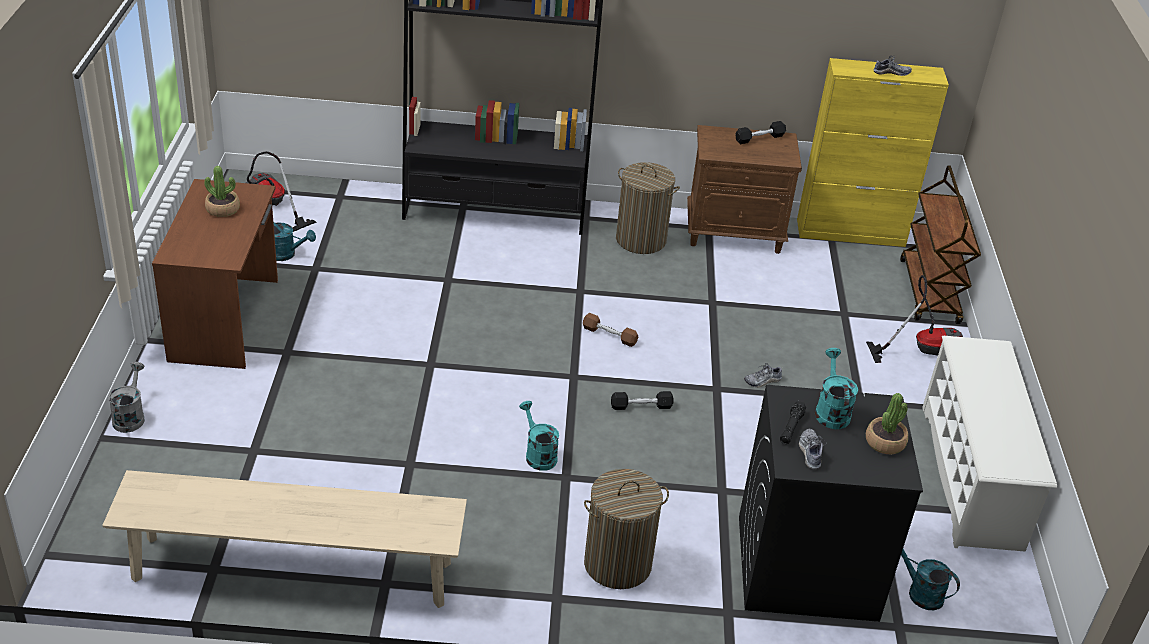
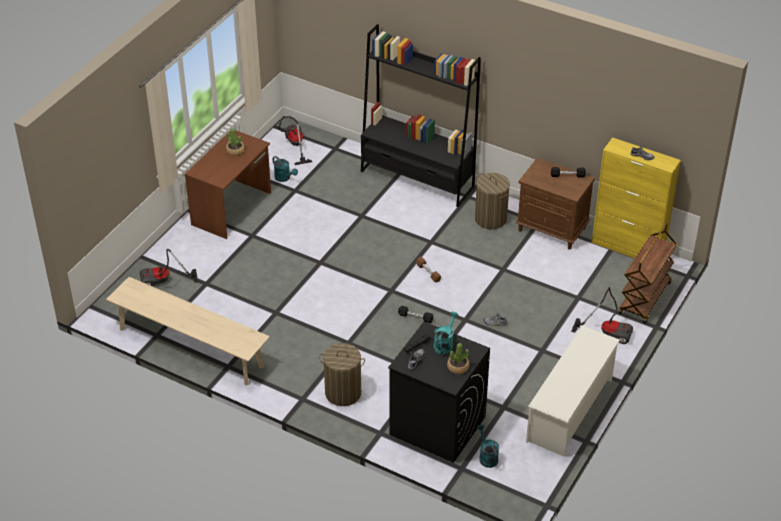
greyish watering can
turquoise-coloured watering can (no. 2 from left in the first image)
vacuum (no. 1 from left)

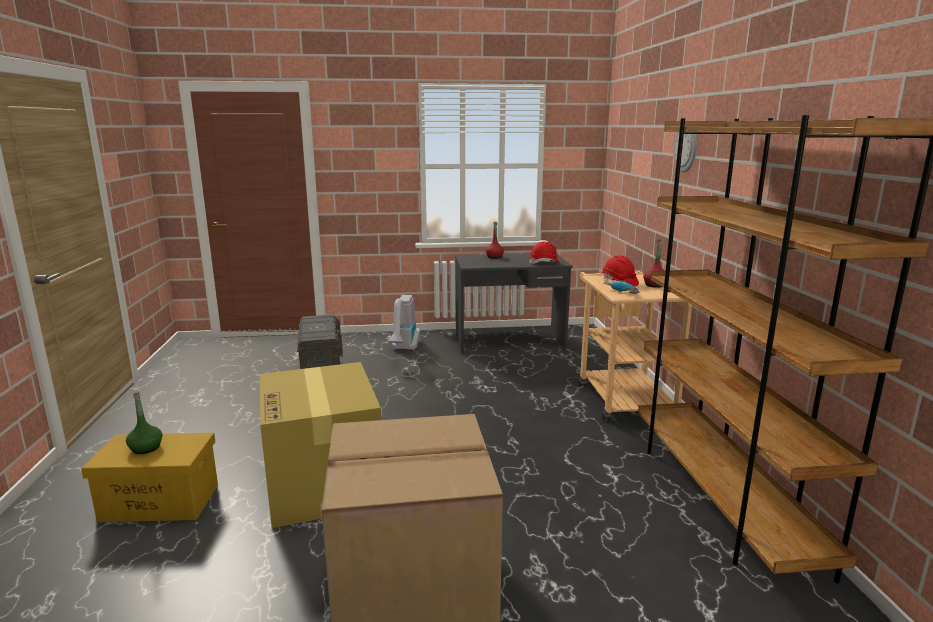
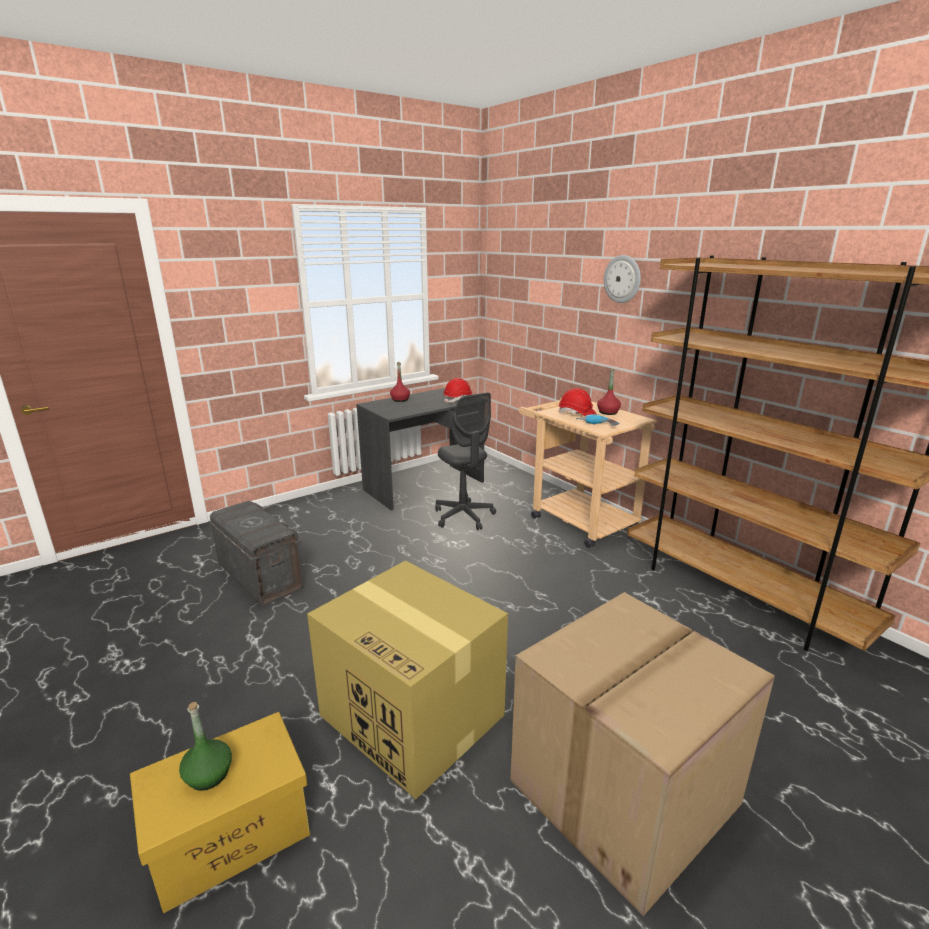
vacuum
greyish desk chair

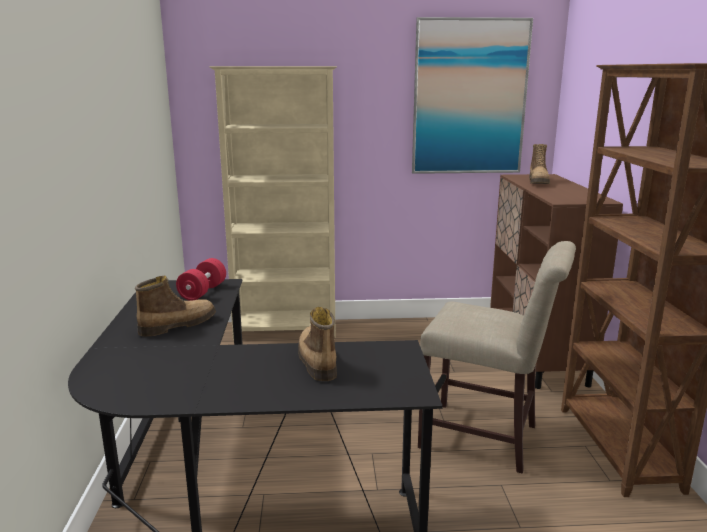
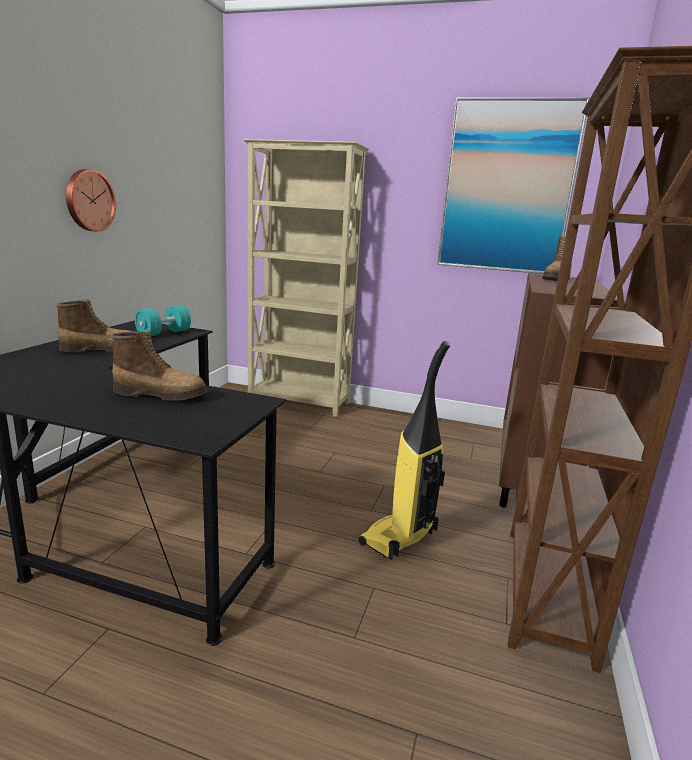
vacuum
turquoise-coloured free weight
tall boot (no. 2 from left)
hanging clock

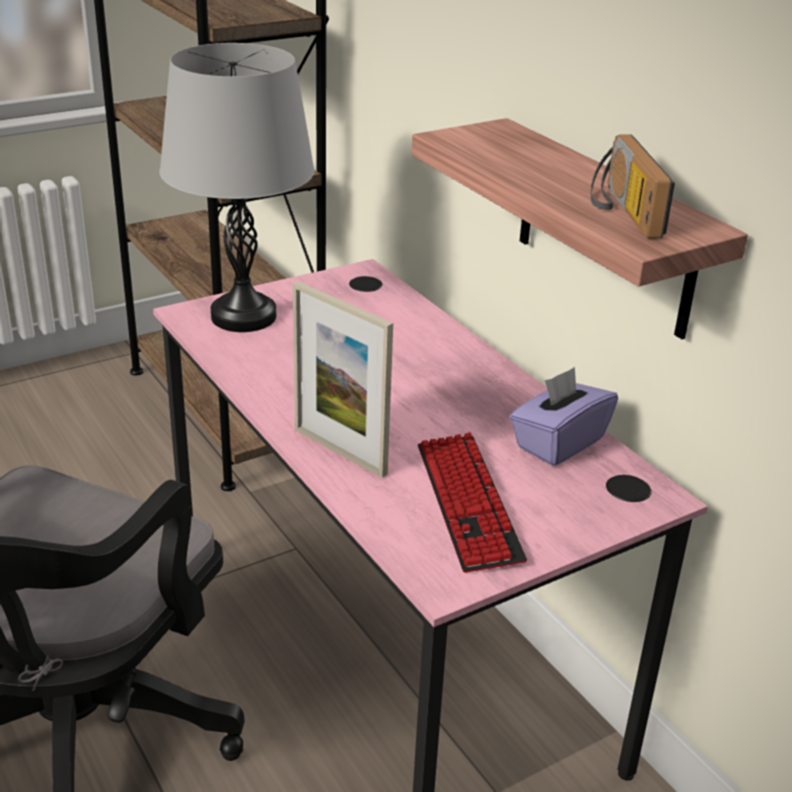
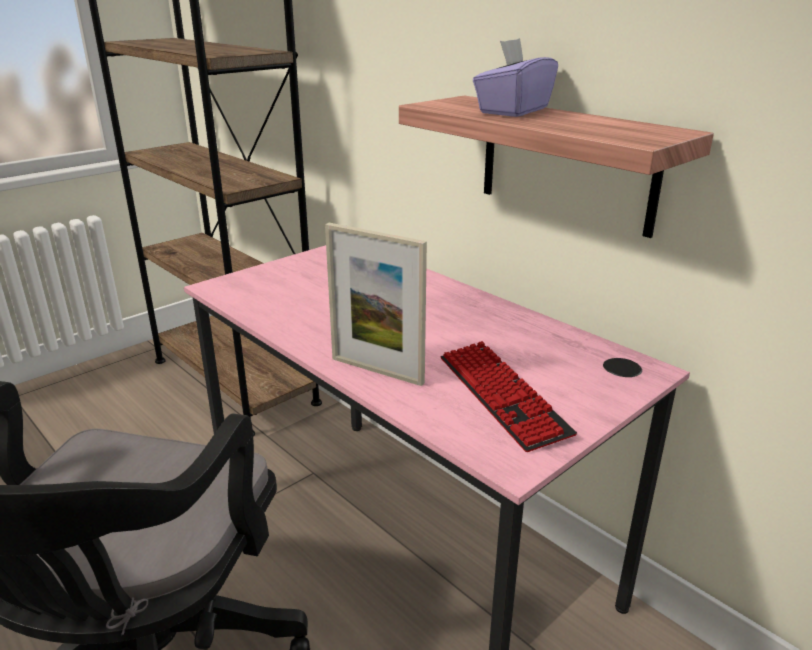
greyish tabletop lamp
radio receiver
purple-coloured box of tissues

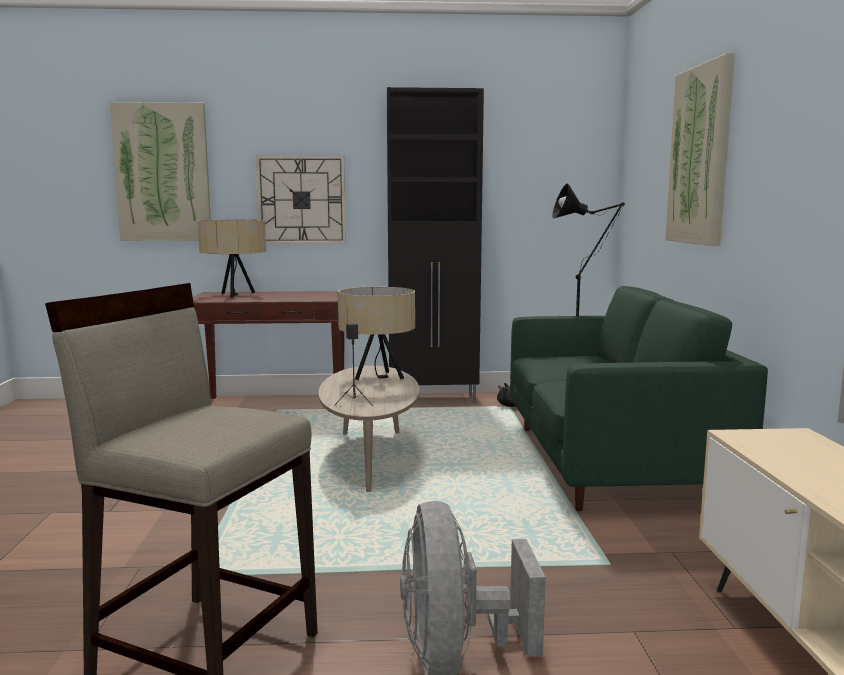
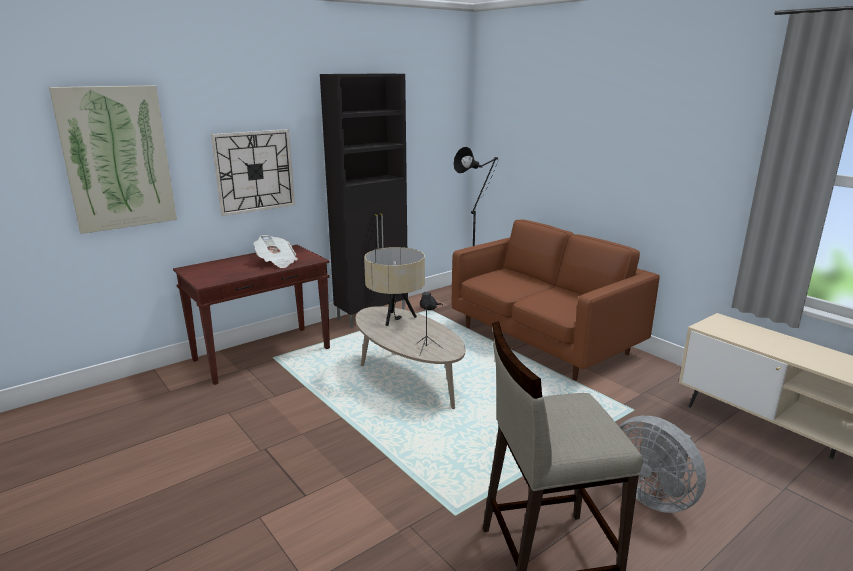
wall picture (no. 2 from left in the first image)
beige tabletop lamp (no. 1 from left in the first image)
brown-coloured couch
printed paper

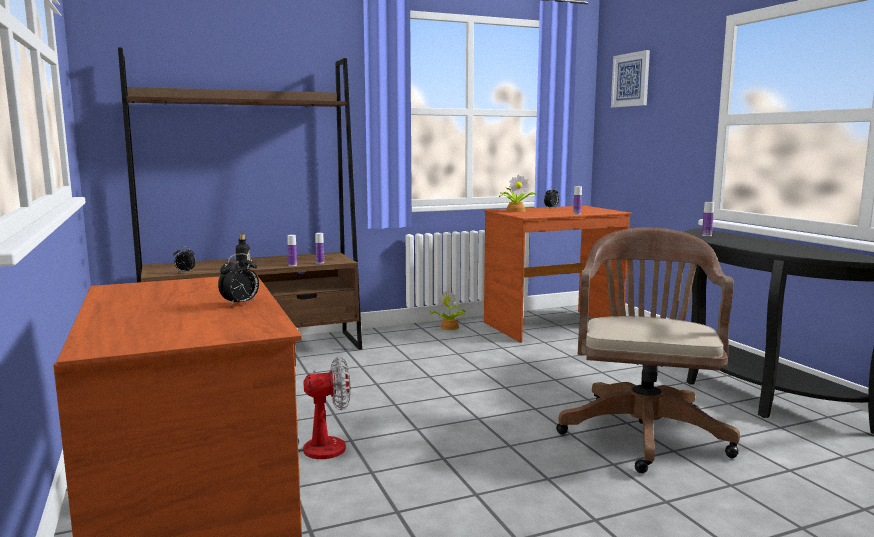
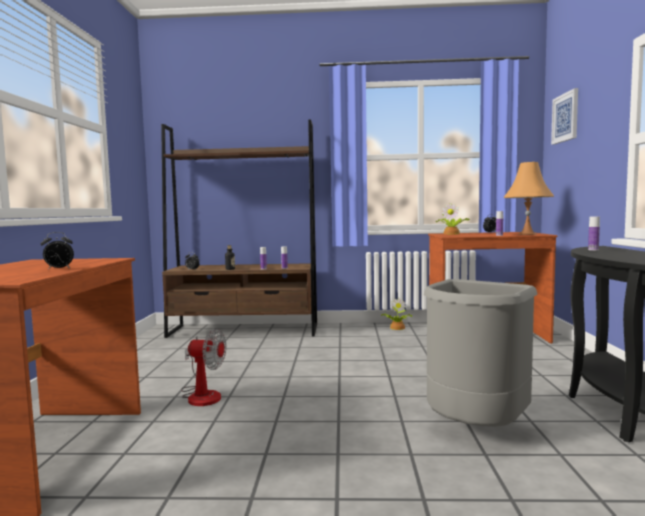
greyish rubbish bin
orangey tabletop lamp

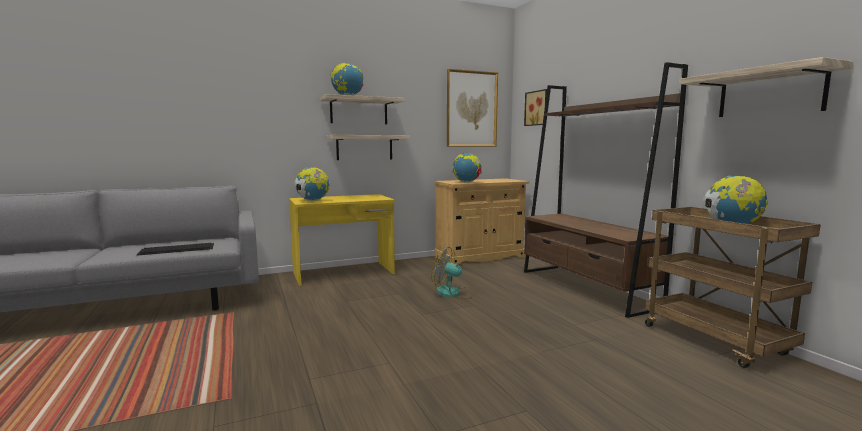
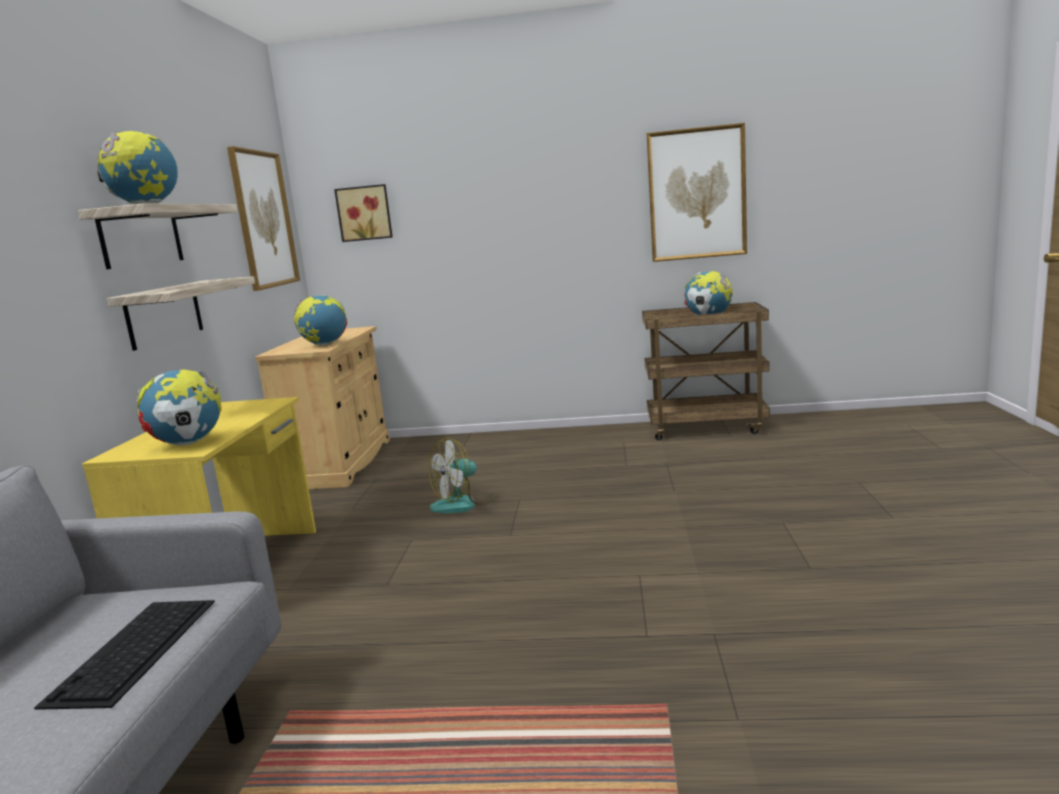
wall picture (no. 3 from left)
brown-coloured bookcase

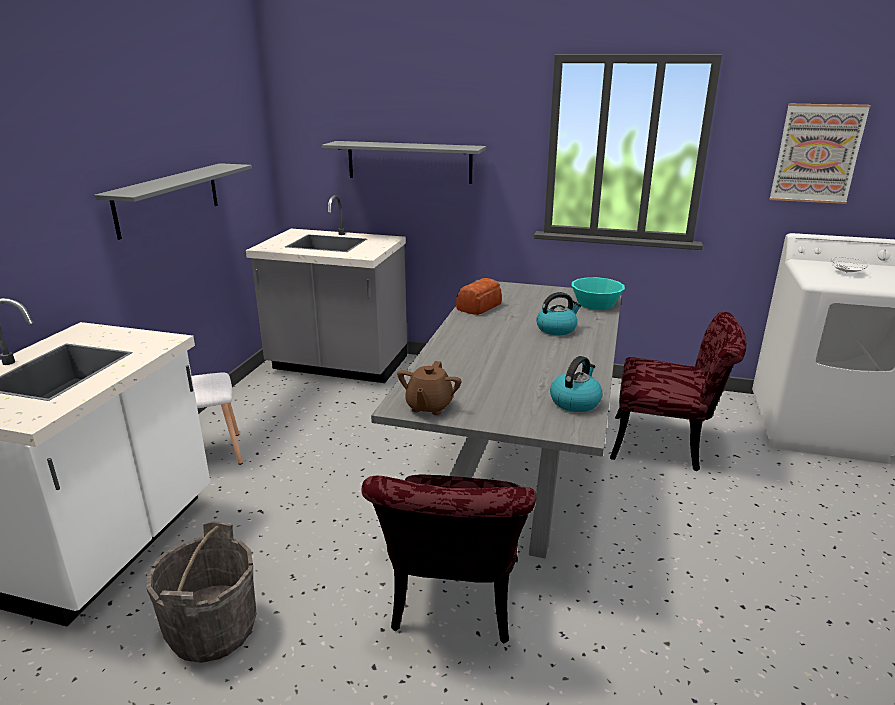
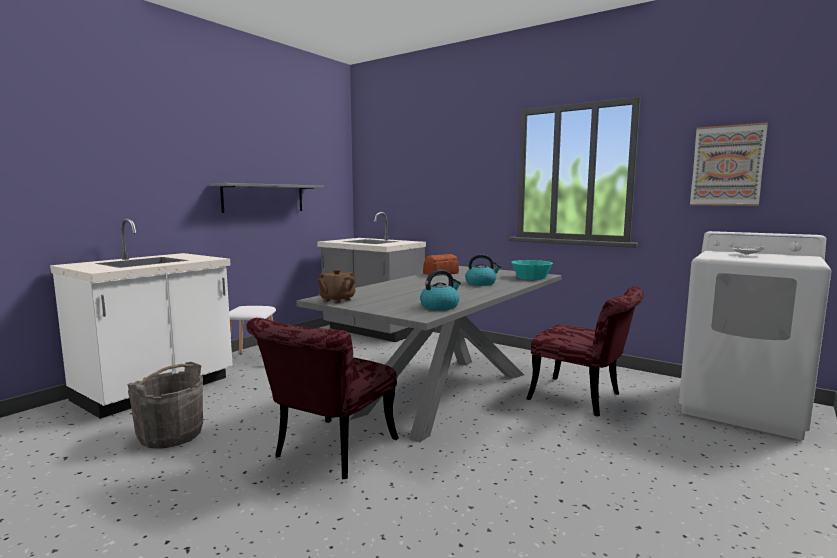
greyish wall shelf (no. 2 from left in the first image)

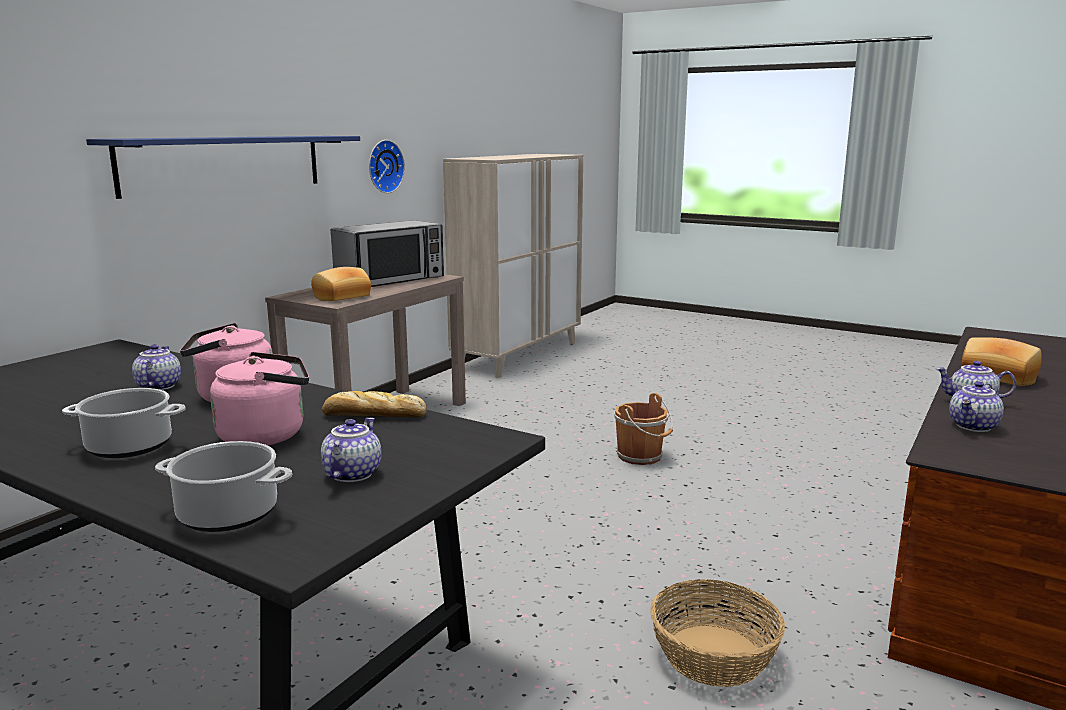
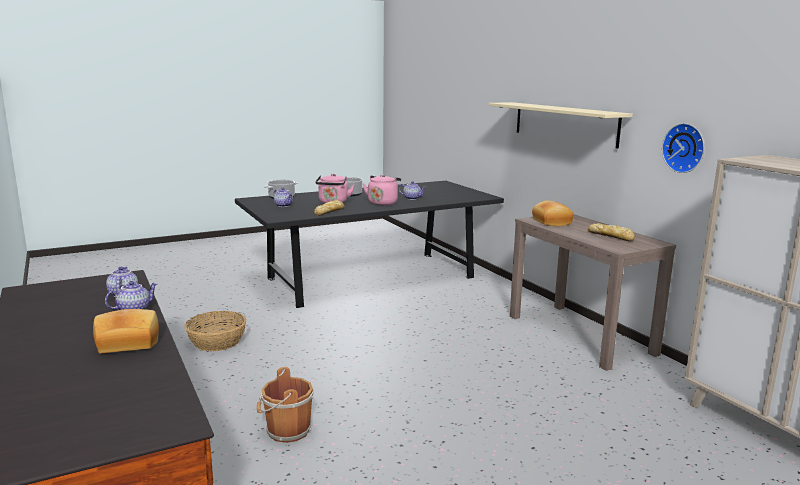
beige wall shelf
baked bread (no. 4 from left)
brown-coloured water bucket

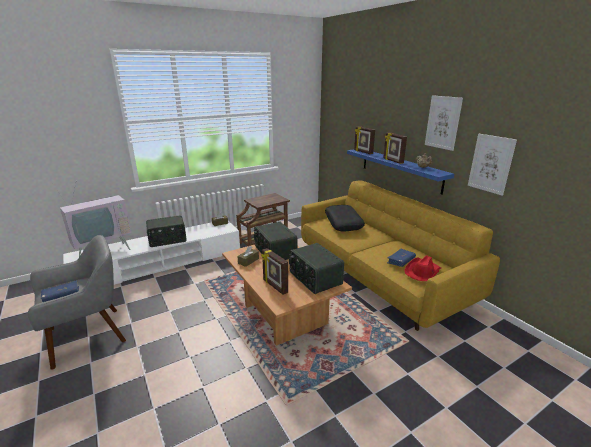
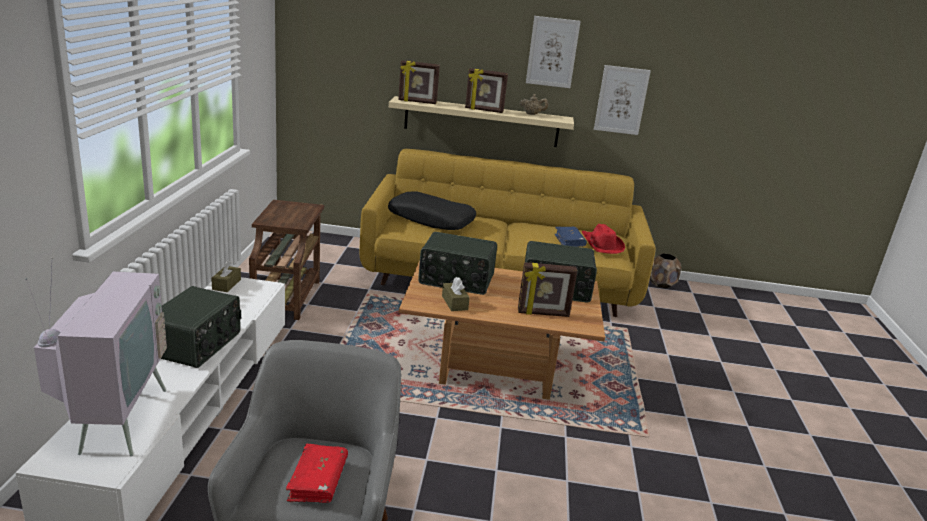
beige wall shelf
red-coloured bound book
brown-coloured plant pot

